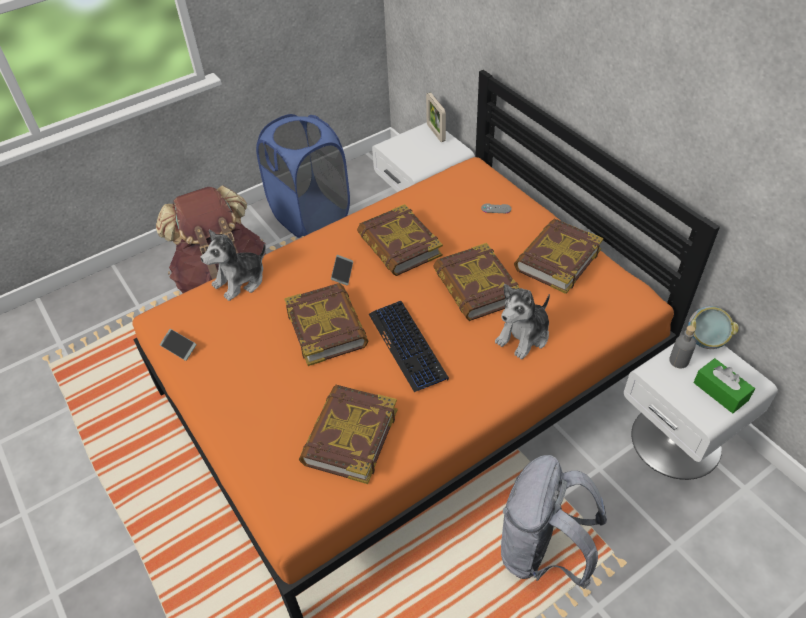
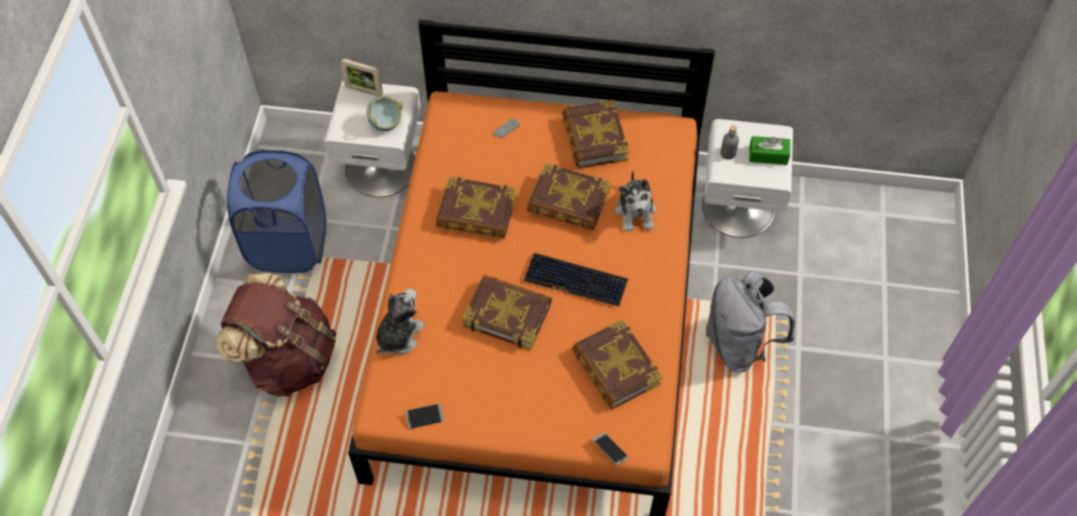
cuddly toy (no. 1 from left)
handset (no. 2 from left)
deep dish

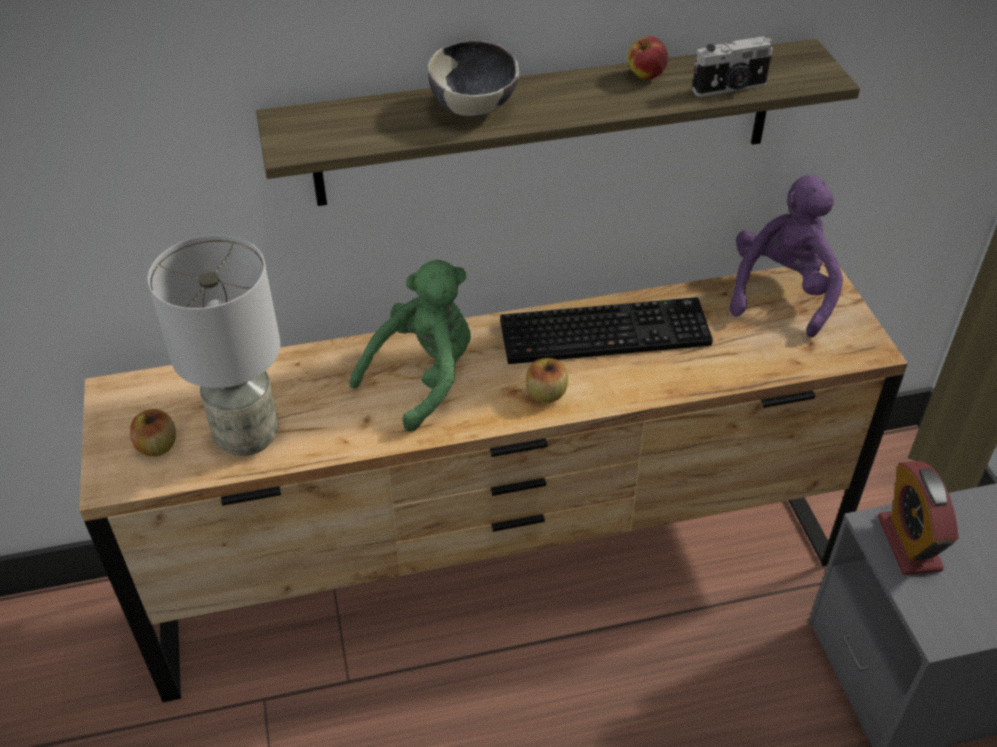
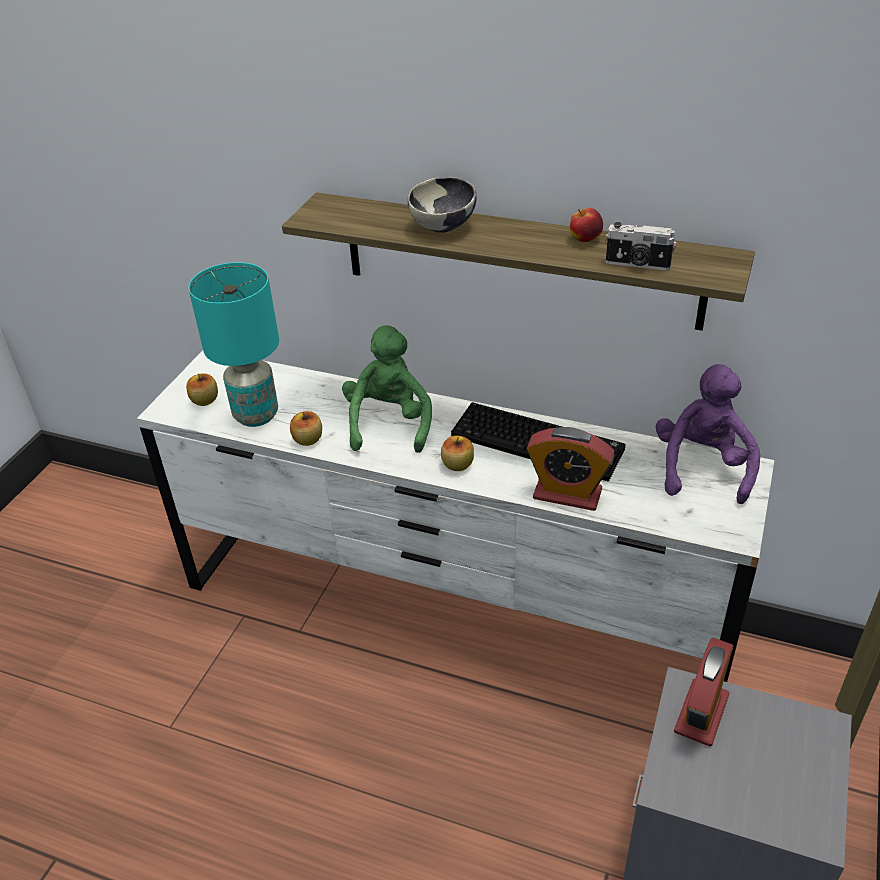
purple-coloured cuddly toy
turquoise-coloured tabletop lamp
green-coloured cuddly toy
white drawer chest
apple fruit (no. 2 from left)
table clock (no. 1 from left)

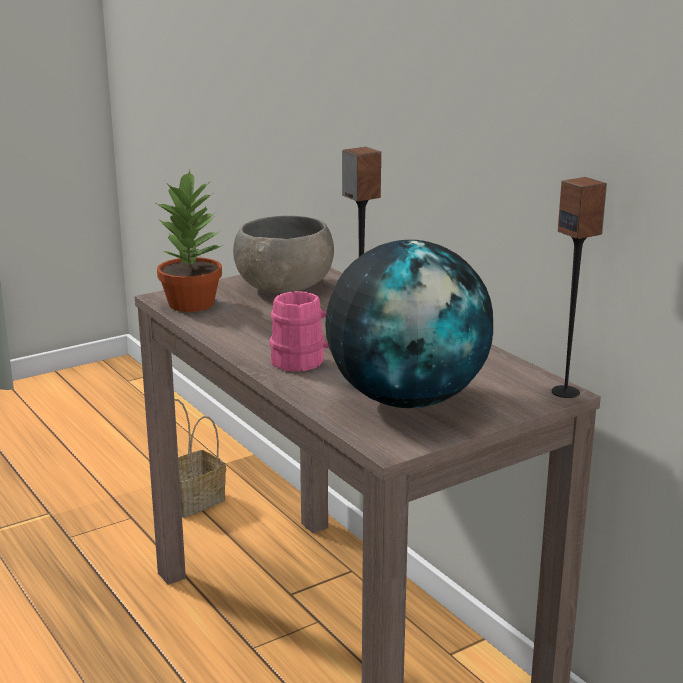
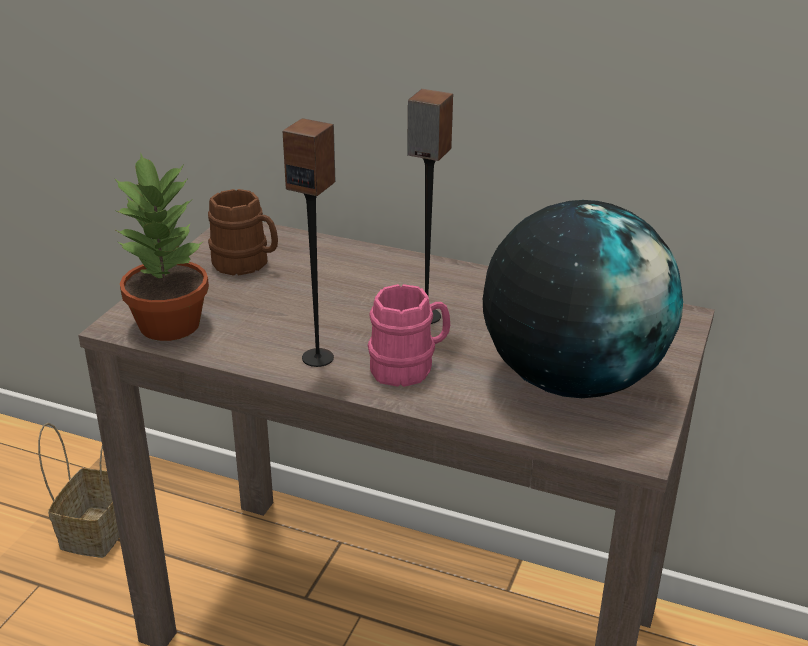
loudspeaker (no. 1 from left)
brown-coloured tea mug

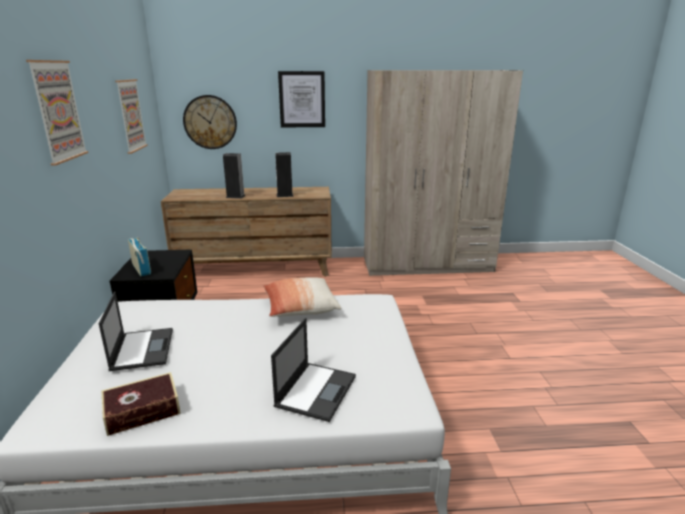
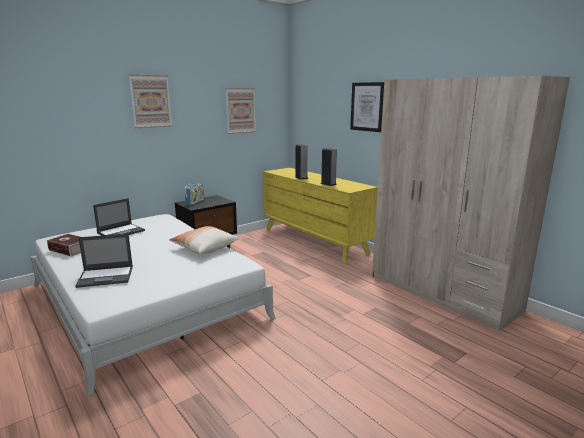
hanging clock
yellowish drawer chest

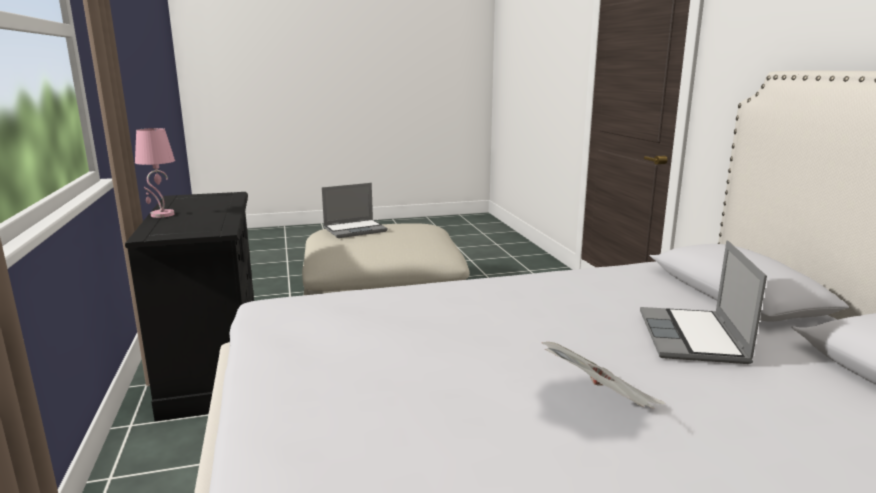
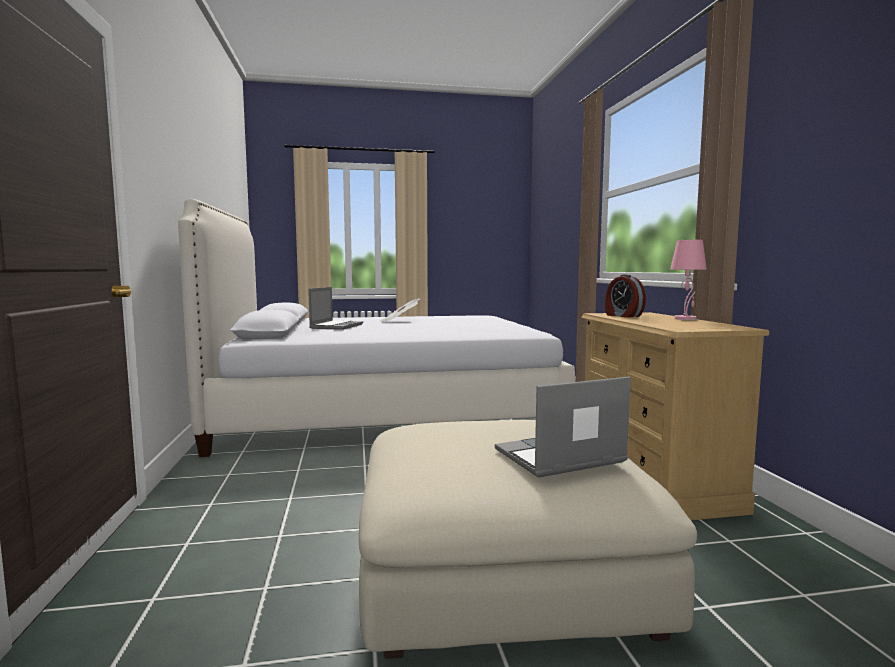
beige drawer chest
table clock

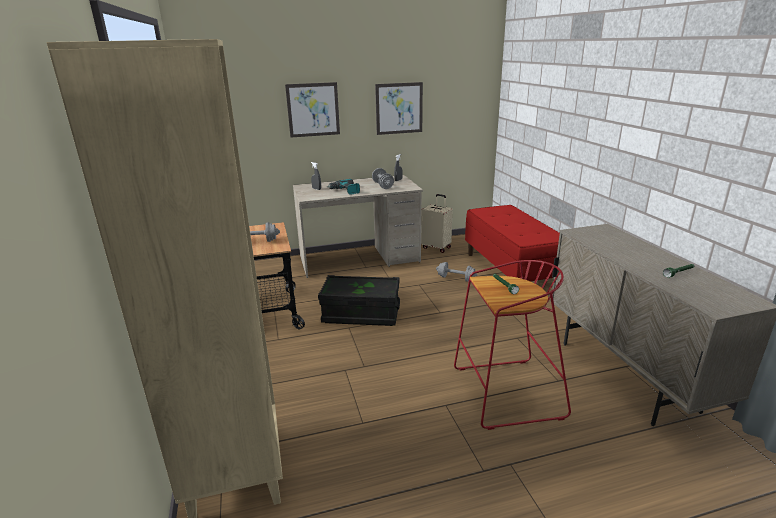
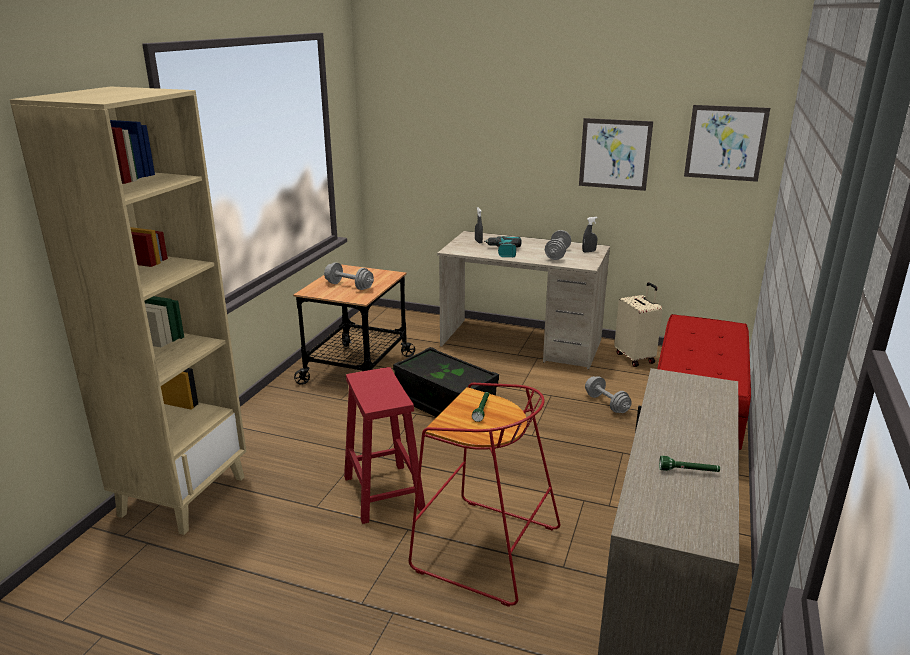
wall picture (no. 2 from left)
red-coloured stool seat (no. 1 from left)

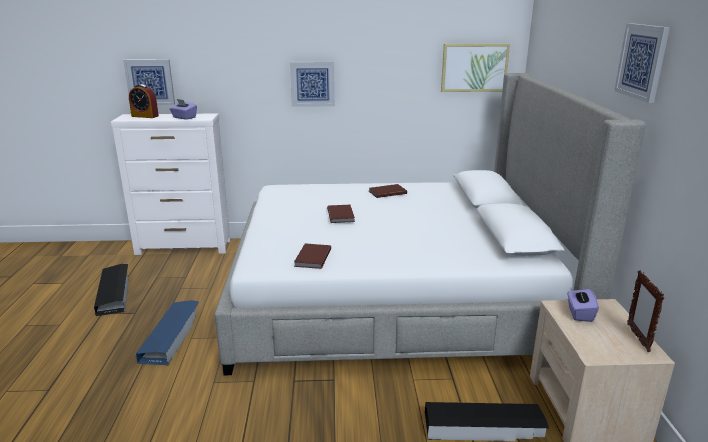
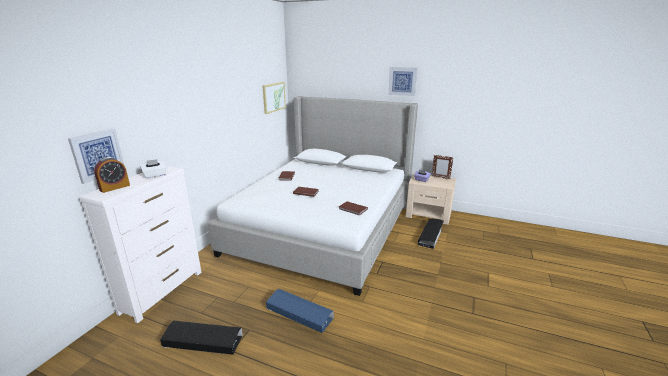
wall picture (no. 2 from left in the first image)
white box of tissues

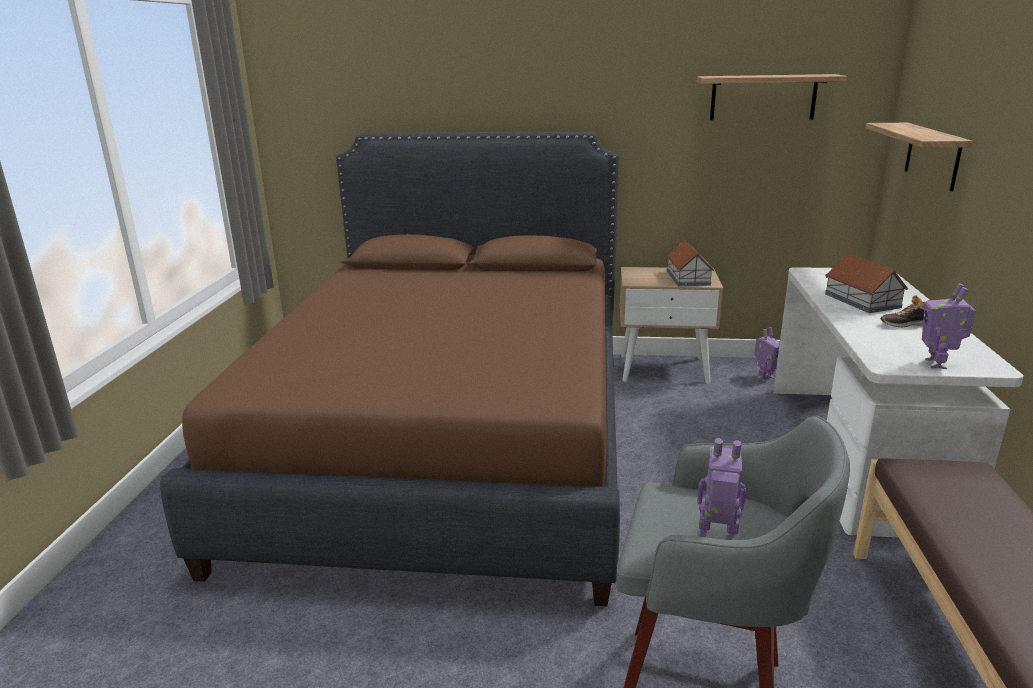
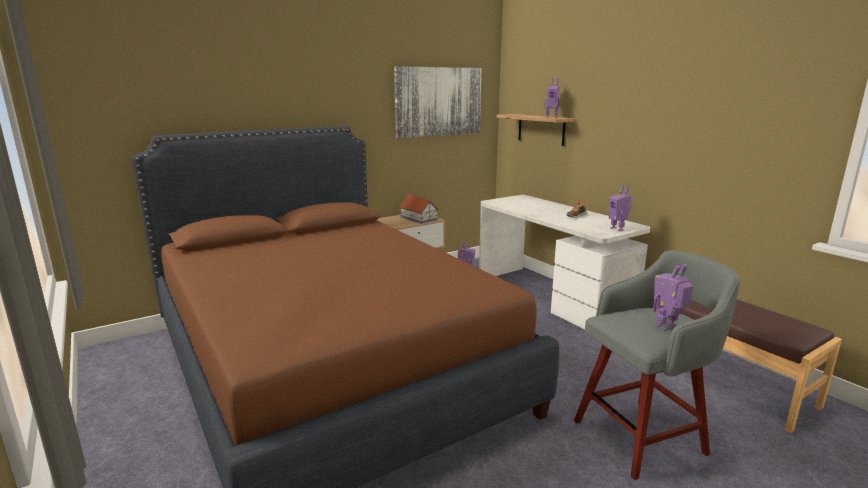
wall picture
miniature house (no. 2 from left in the first image)
robot figure (no. 2 from left)

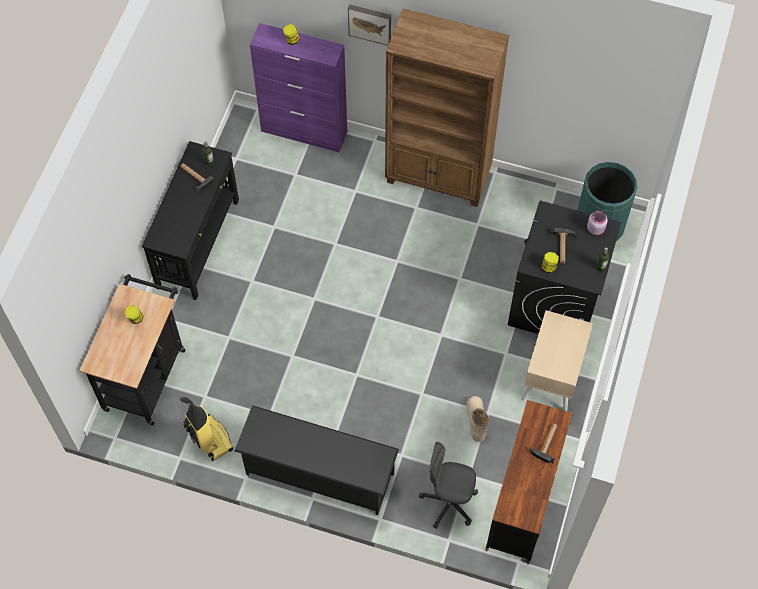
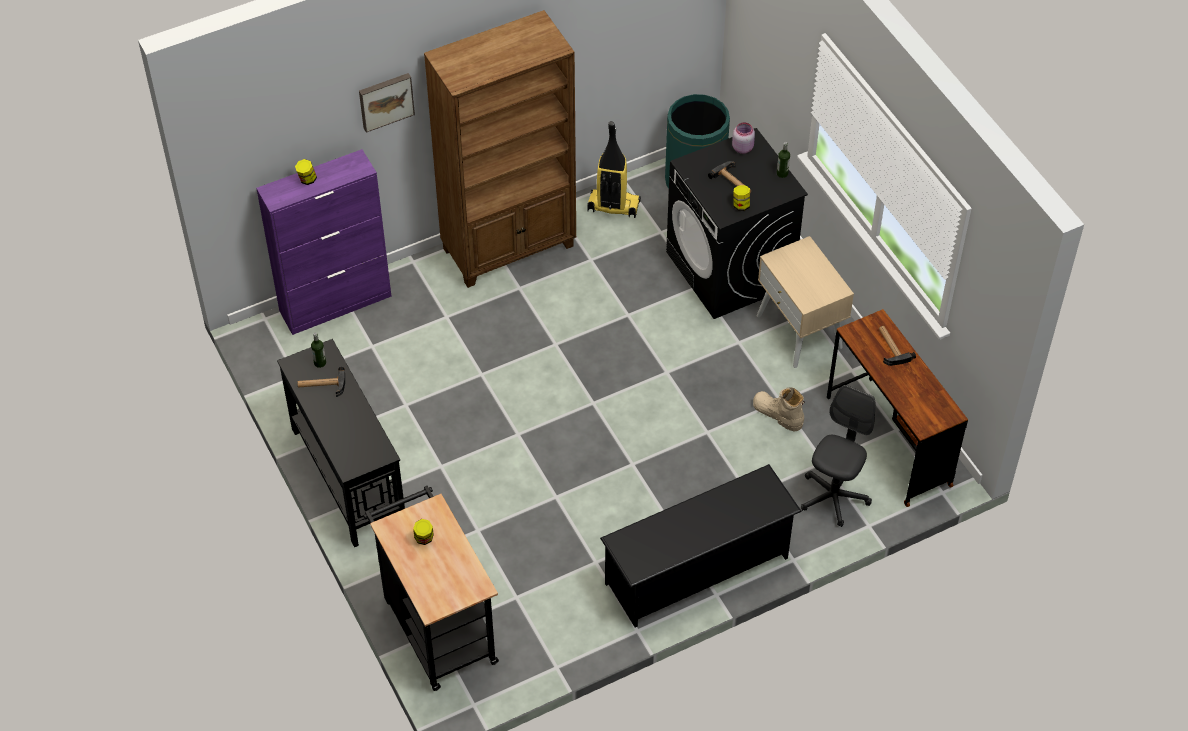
vacuum
greyish desk chair

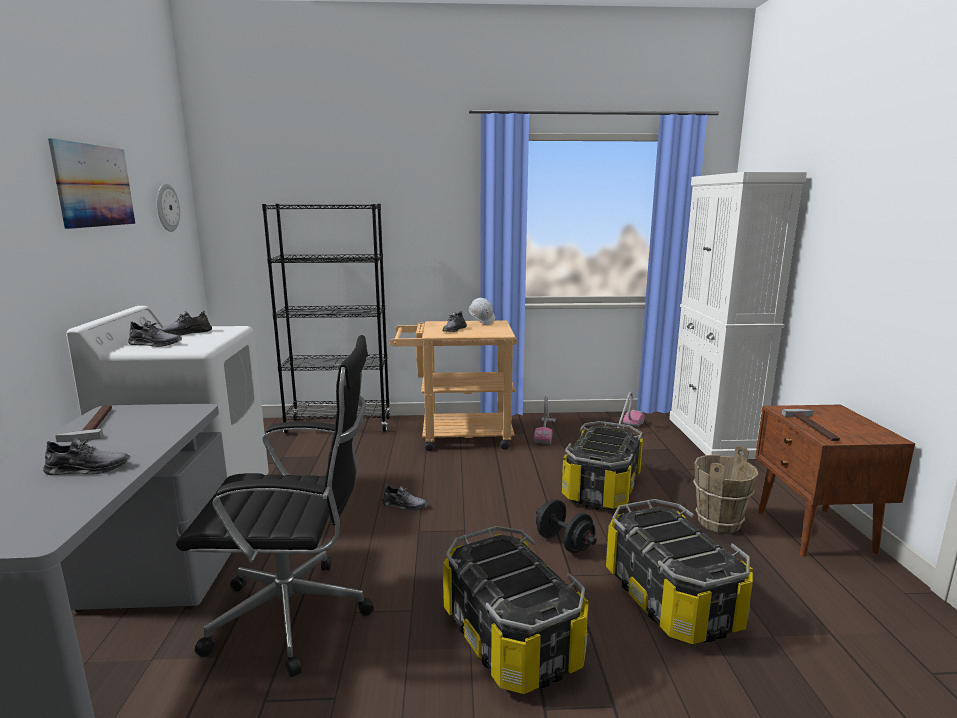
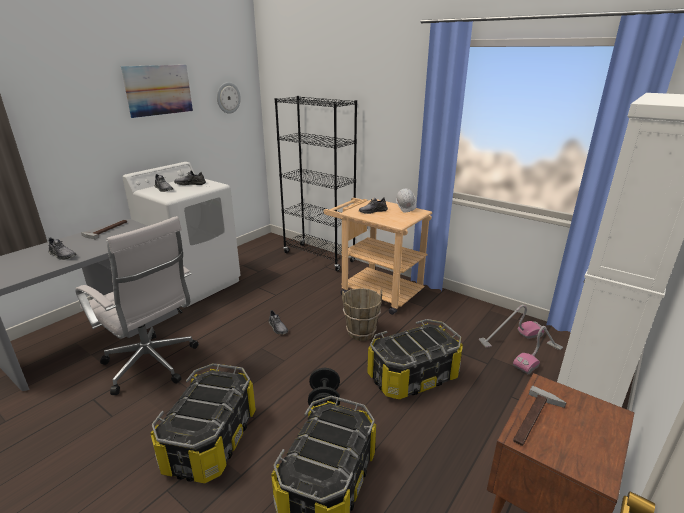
white desk chair
vacuum (no. 2 from left)
brown-coloured water bucket

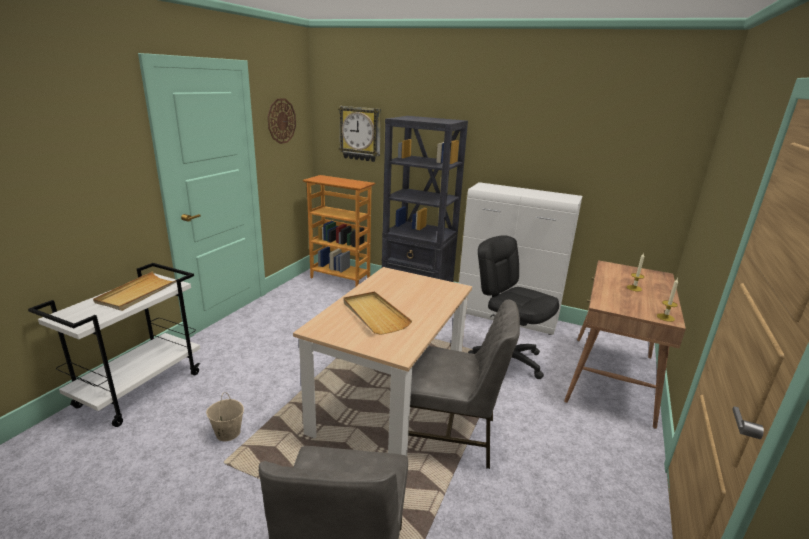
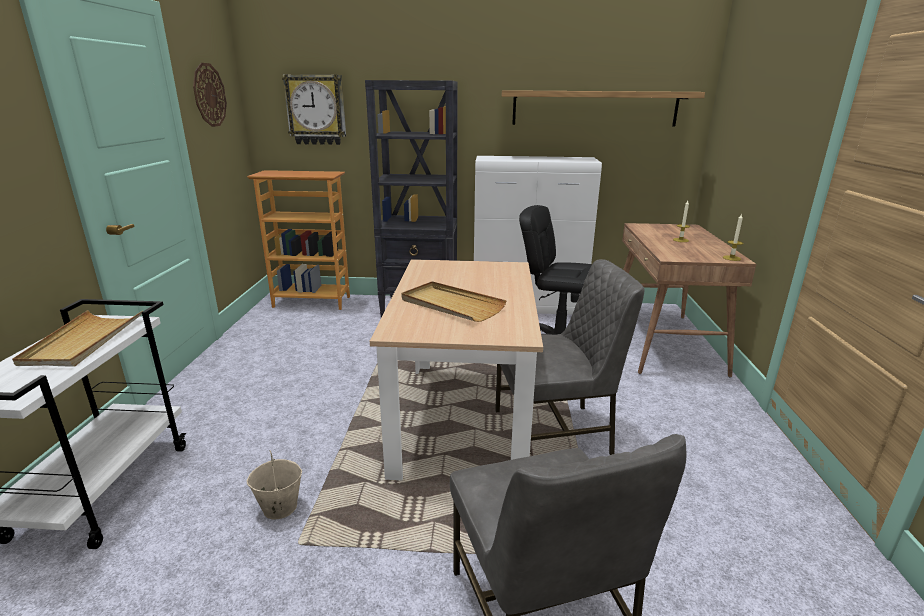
wall shelf

